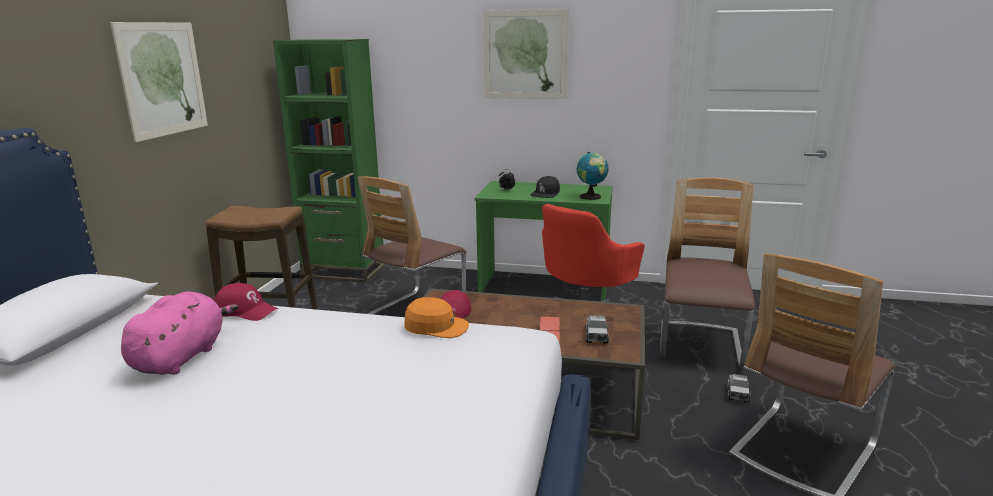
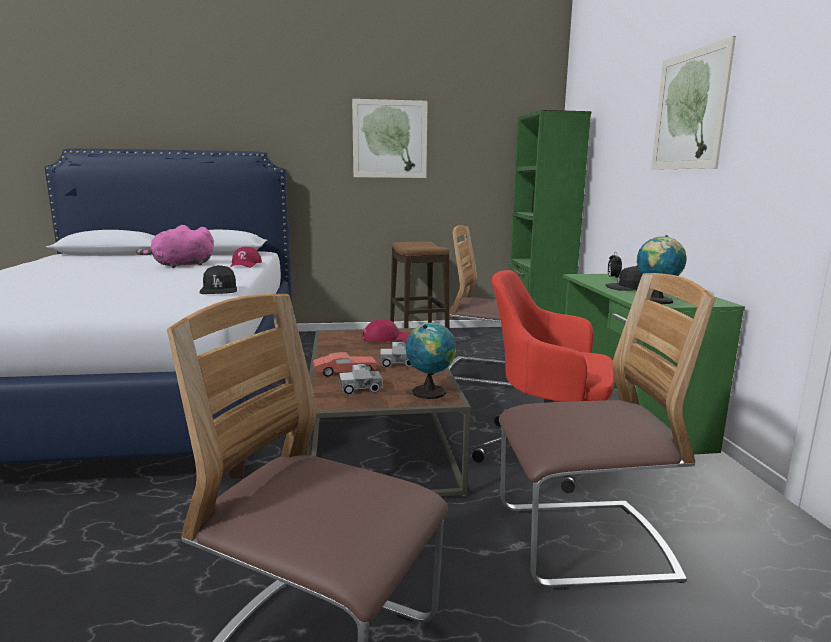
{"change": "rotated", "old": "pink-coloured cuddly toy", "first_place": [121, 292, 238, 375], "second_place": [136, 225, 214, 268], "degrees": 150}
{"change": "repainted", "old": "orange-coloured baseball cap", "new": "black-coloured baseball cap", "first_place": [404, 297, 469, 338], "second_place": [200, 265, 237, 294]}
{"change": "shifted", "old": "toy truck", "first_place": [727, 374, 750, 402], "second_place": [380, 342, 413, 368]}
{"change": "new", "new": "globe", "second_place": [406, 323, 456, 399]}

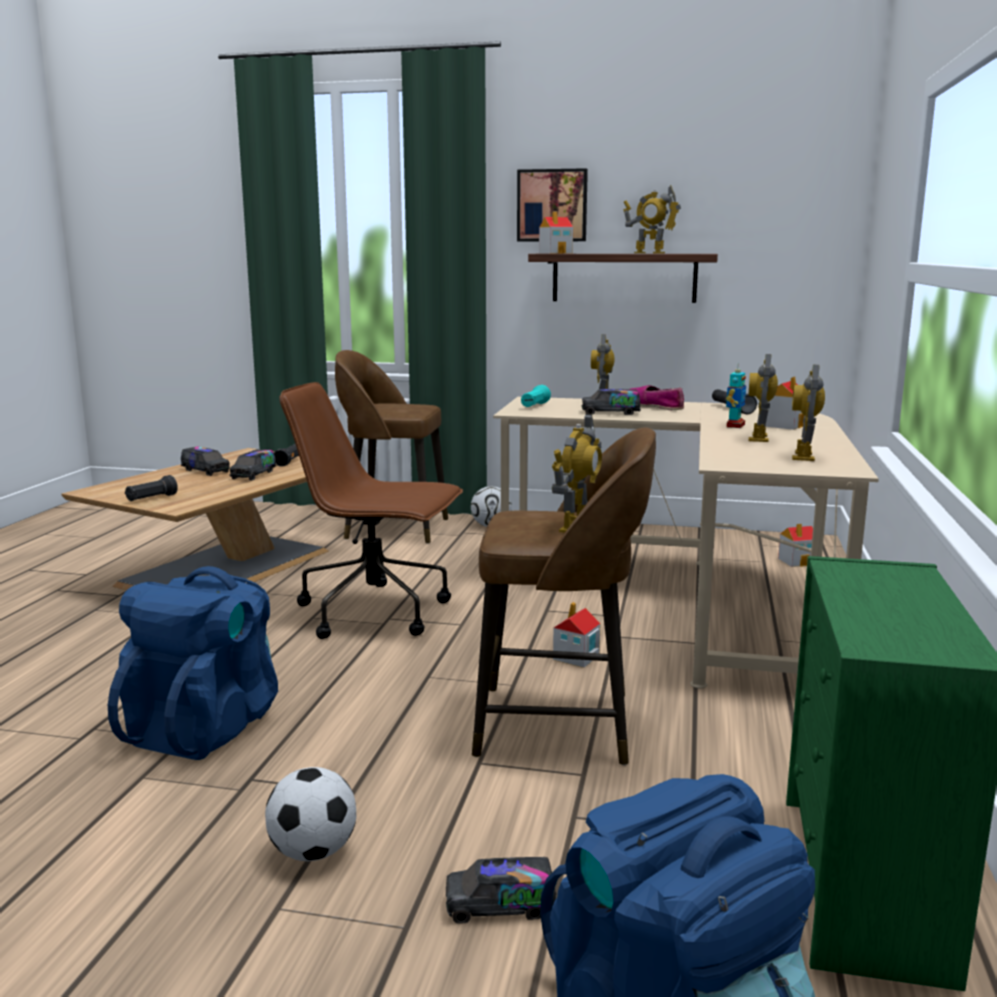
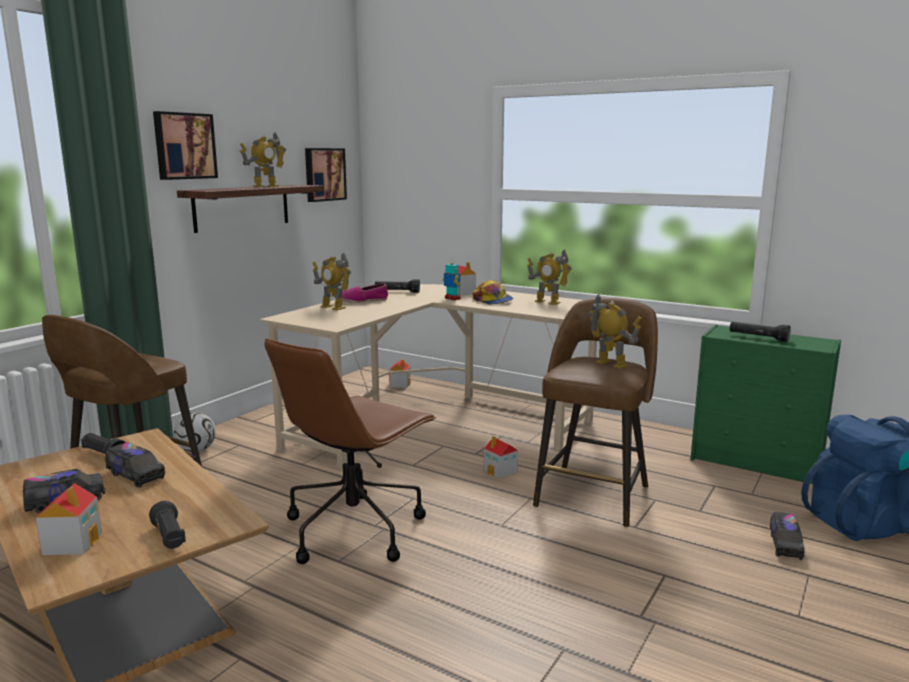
{"change": "shifted", "old": "miniature house", "first_place": [539, 211, 573, 253], "second_place": [35, 483, 102, 555]}
{"change": "swapped", "old": "toy robot", "new": "baseball cap", "first_place": [748, 354, 778, 442], "second_place": [472, 280, 513, 304]}
{"change": "gone", "old": "turquoise flashlight", "first_place": [521, 385, 551, 407]}
{"change": "gone", "old": "toy truck", "first_place": [581, 389, 641, 415]}
{"change": "gone", "old": "blue-coloured knapsack", "first_place": [108, 566, 278, 760]}
{"change": "gone", "old": "football", "first_place": [265, 767, 356, 861]}
{"change": "new", "new": "picture", "second_place": [305, 148, 347, 202]}
{"change": "new", "new": "black-coloured flashlight", "second_place": [730, 322, 791, 342]}

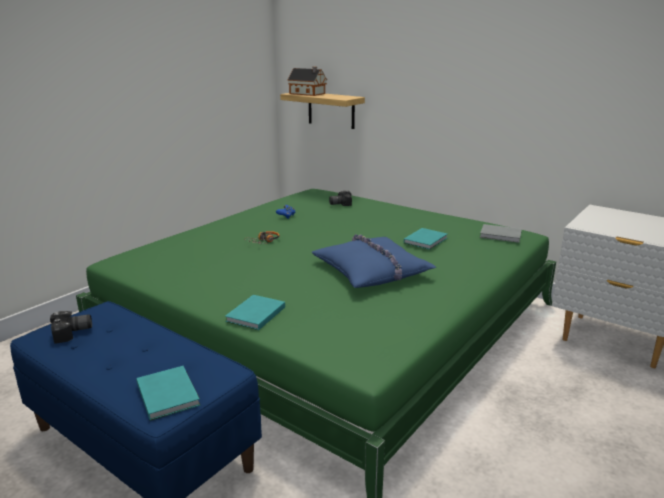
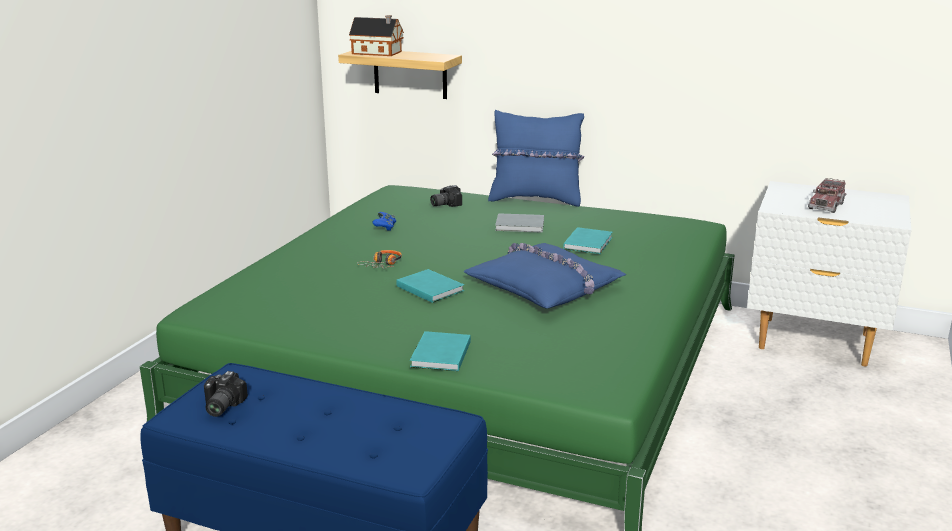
{"change": "shifted", "old": "gray volume", "first_place": [480, 224, 522, 243], "second_place": [495, 213, 544, 233]}
{"change": "rotated", "old": "still camera", "first_place": [50, 311, 92, 344], "second_place": [204, 371, 248, 417], "degrees": 135}
{"change": "shifted", "old": "turquoise volume", "first_place": [136, 366, 200, 421], "second_place": [396, 269, 464, 303]}
{"change": "new", "new": "blue-coloured throw pillow", "second_place": [488, 110, 585, 207]}
{"change": "new", "new": "toy truck", "second_place": [808, 178, 846, 213]}

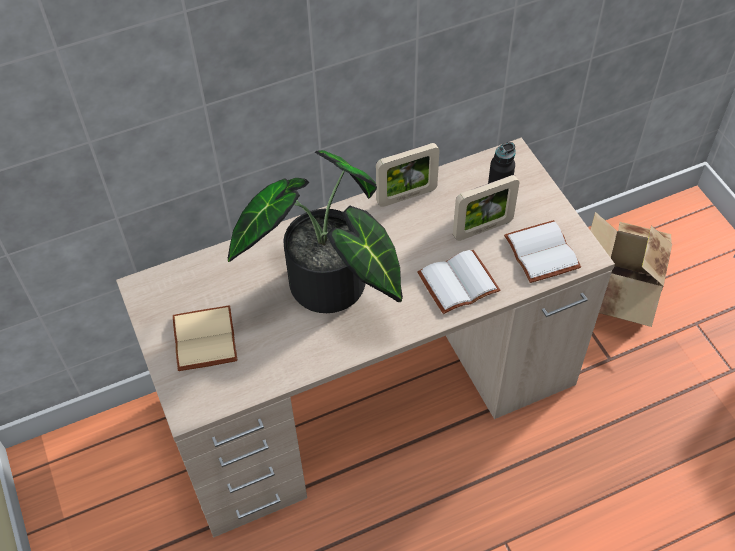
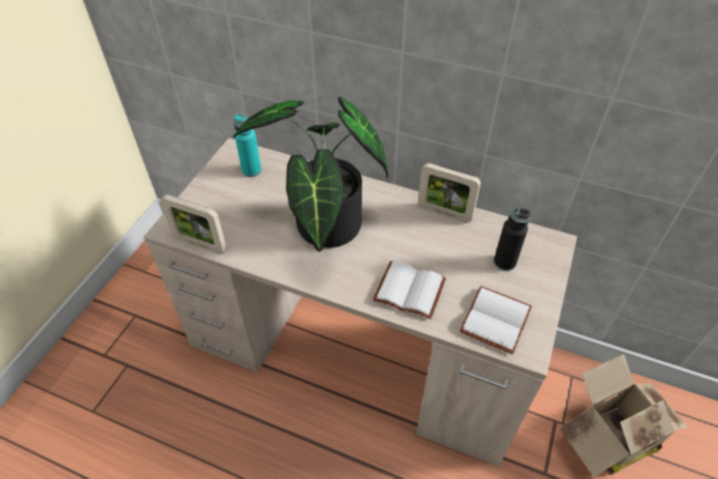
{"change": "shifted", "old": "photo frame", "first_place": [453, 175, 519, 241], "second_place": [160, 195, 227, 254]}
{"change": "gone", "old": "beige-coloured volume", "first_place": [173, 305, 237, 371]}
{"change": "new", "new": "turquoise beverage bottle", "second_place": [234, 114, 262, 177]}

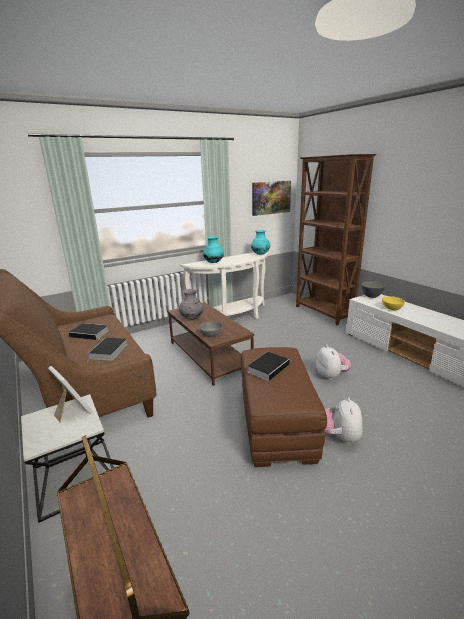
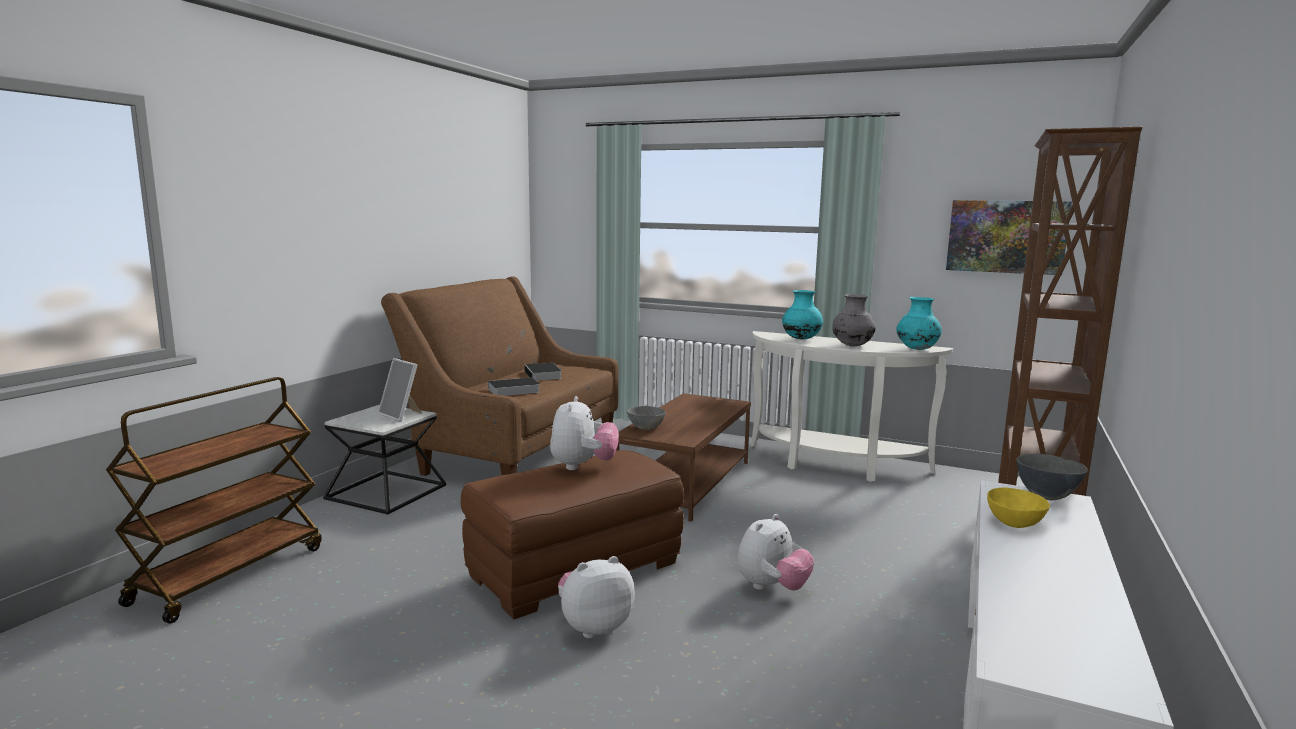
{"change": "shifted", "old": "gray flower vase", "first_place": [179, 289, 204, 320], "second_place": [832, 294, 876, 346]}
{"change": "swapped", "old": "volume", "new": "cuddly toy", "first_place": [247, 352, 291, 381], "second_place": [550, 396, 619, 470]}
{"change": "rotated", "old": "photo frame", "first_place": [48, 366, 93, 423], "second_place": [378, 358, 422, 422], "degrees": 120}

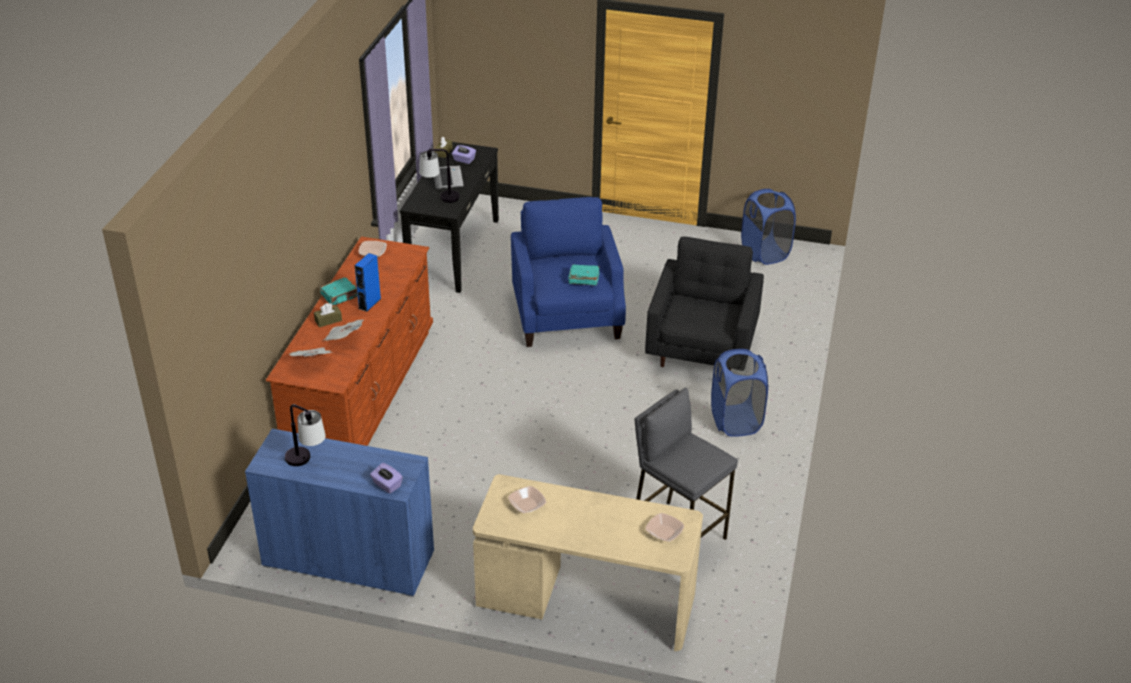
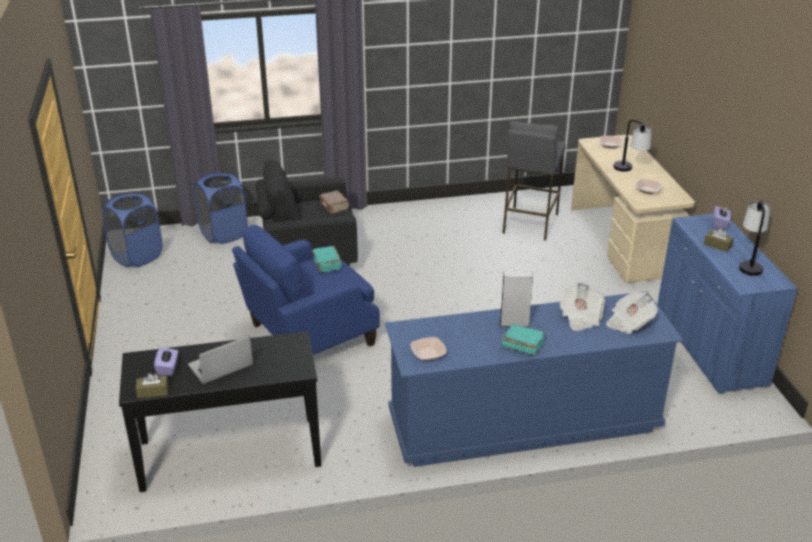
{"change": "shifted", "old": "tabletop lamp", "first_place": [419, 149, 460, 203], "second_place": [613, 120, 652, 172]}
{"change": "repainted", "old": "brown-coloured chest of drawers", "new": "blue-coloured chest of drawers", "first_place": [266, 237, 433, 446], "second_place": [385, 291, 683, 467]}
{"change": "repainted", "old": "blue-coloured speaker", "new": "gray speaker", "first_place": [355, 253, 381, 312], "second_place": [500, 271, 533, 327]}
{"change": "shifted", "old": "brown-coloured box of tissues", "first_place": [314, 303, 342, 327], "second_place": [704, 228, 734, 252]}
{"change": "shifted", "old": "blue-coloured washing basket", "first_place": [711, 349, 768, 437], "second_place": [194, 172, 248, 244]}
{"change": "new", "new": "brown-coloured volume", "second_place": [319, 191, 349, 214]}

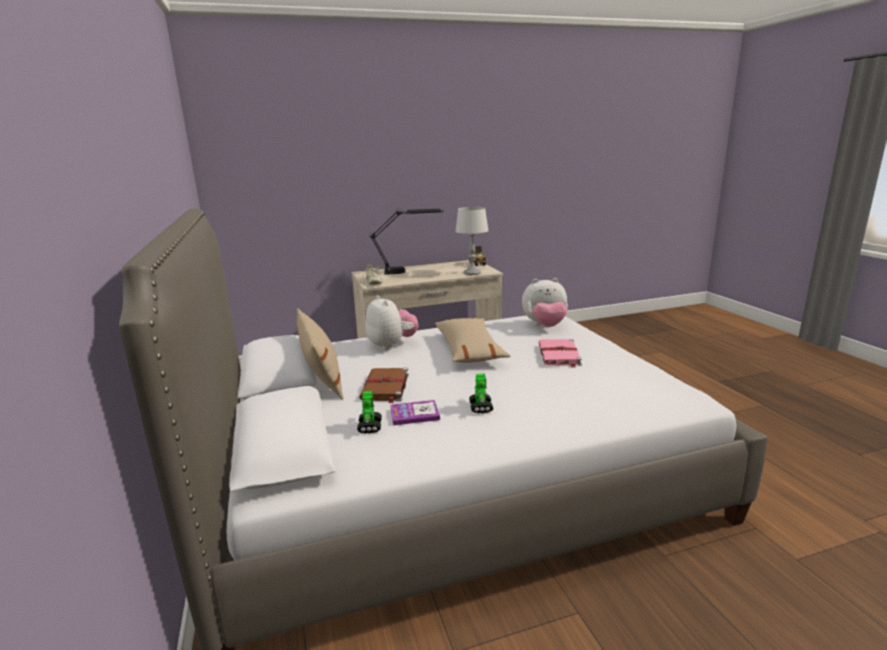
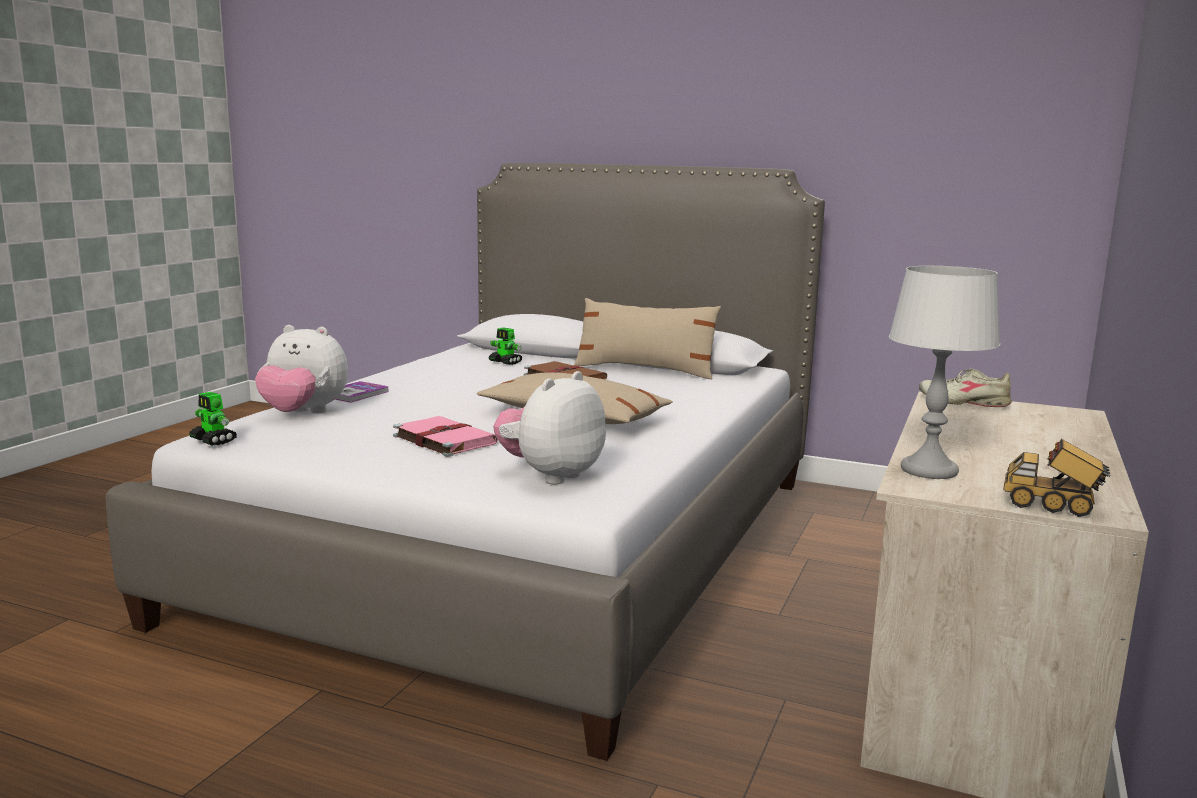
{"change": "gone", "old": "black-coloured tabletop lamp", "first_place": [369, 209, 444, 275]}
{"change": "shifted", "old": "cuddly toy", "first_place": [366, 295, 418, 350], "second_place": [255, 325, 348, 413]}
{"change": "shifted", "old": "toy robot", "first_place": [469, 374, 493, 413], "second_place": [189, 392, 237, 446]}
{"change": "shifted", "old": "volume", "first_place": [390, 400, 440, 425], "second_place": [335, 381, 389, 403]}

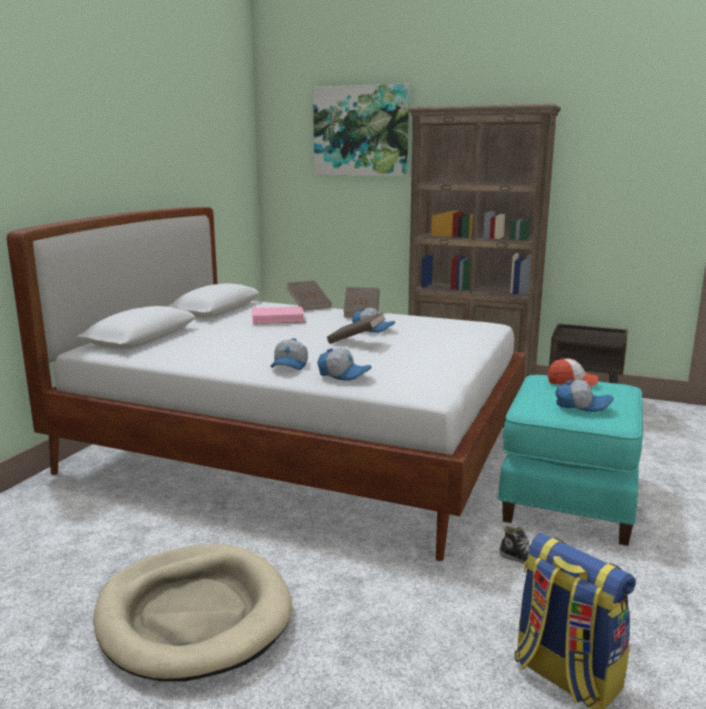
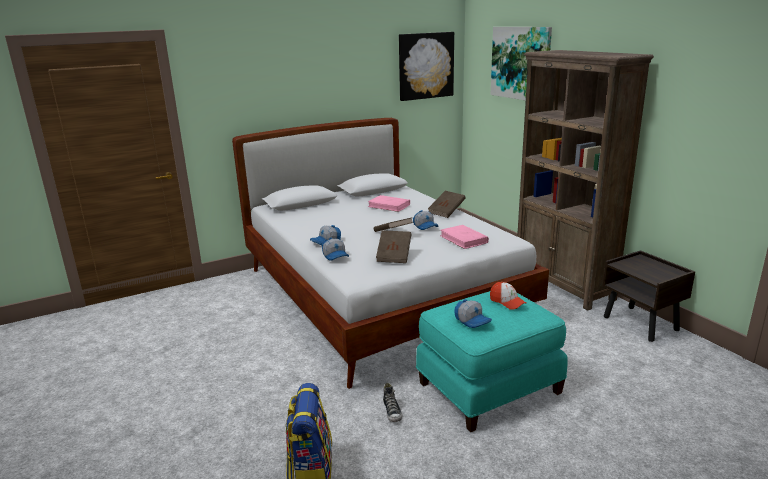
{"change": "shifted", "old": "brown-coloured volume", "first_place": [286, 280, 332, 311], "second_place": [376, 230, 412, 263]}
{"change": "gone", "old": "beige-coloured dog bed", "first_place": [93, 544, 292, 682]}
{"change": "new", "new": "picture", "second_place": [399, 32, 454, 101]}
{"change": "new", "new": "pink-coloured volume", "second_place": [440, 225, 489, 249]}

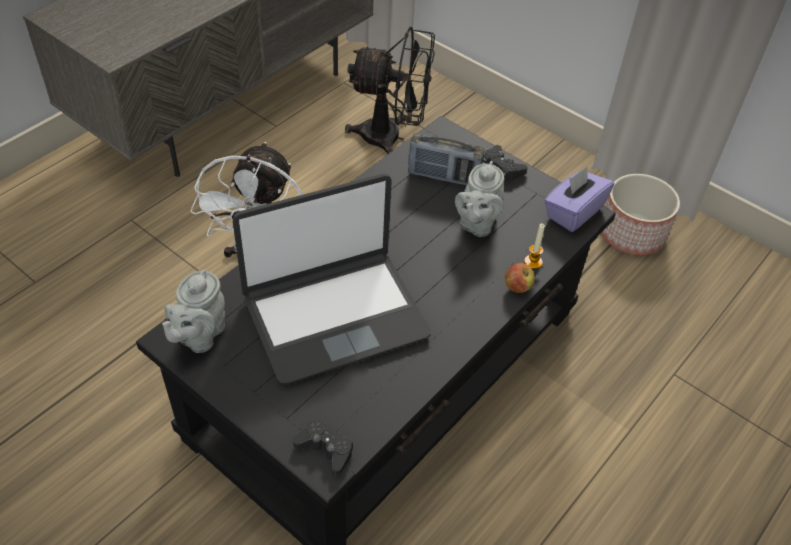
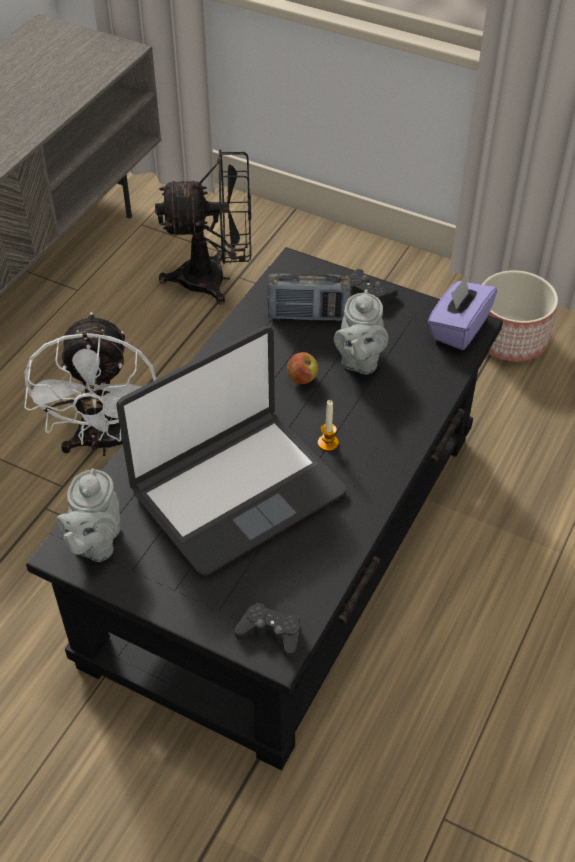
{"change": "shifted", "old": "wax candle", "first_place": [524, 224, 545, 269], "second_place": [318, 400, 339, 451]}
{"change": "shifted", "old": "whole apple", "first_place": [505, 263, 535, 293], "second_place": [287, 352, 318, 384]}

